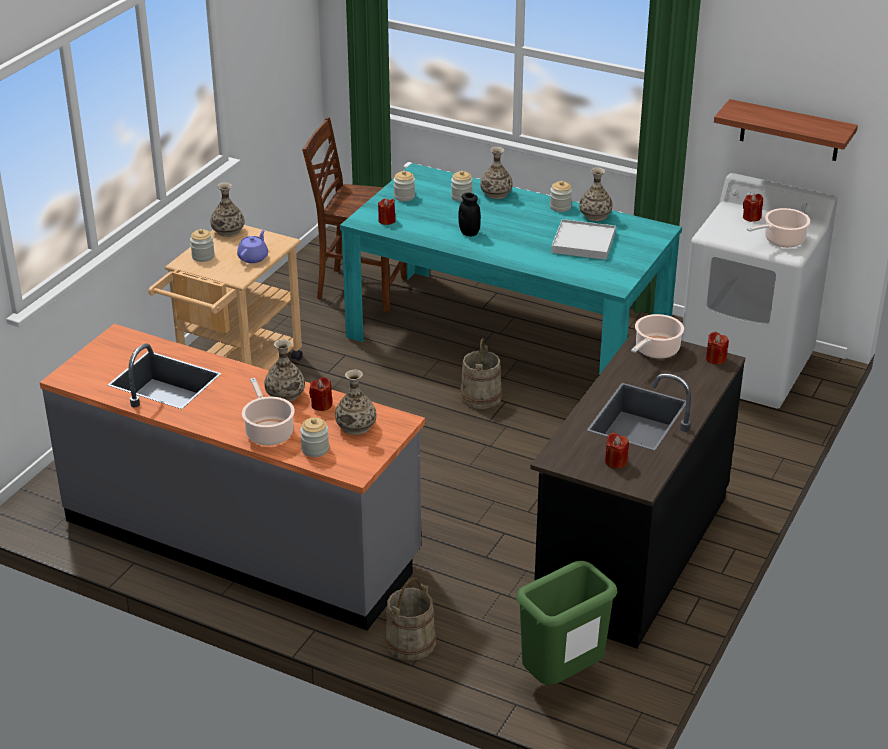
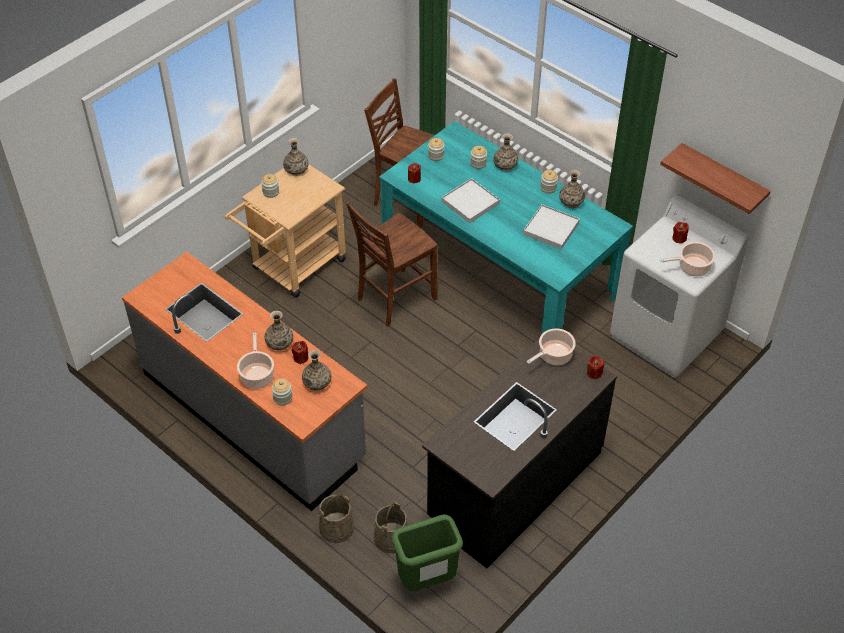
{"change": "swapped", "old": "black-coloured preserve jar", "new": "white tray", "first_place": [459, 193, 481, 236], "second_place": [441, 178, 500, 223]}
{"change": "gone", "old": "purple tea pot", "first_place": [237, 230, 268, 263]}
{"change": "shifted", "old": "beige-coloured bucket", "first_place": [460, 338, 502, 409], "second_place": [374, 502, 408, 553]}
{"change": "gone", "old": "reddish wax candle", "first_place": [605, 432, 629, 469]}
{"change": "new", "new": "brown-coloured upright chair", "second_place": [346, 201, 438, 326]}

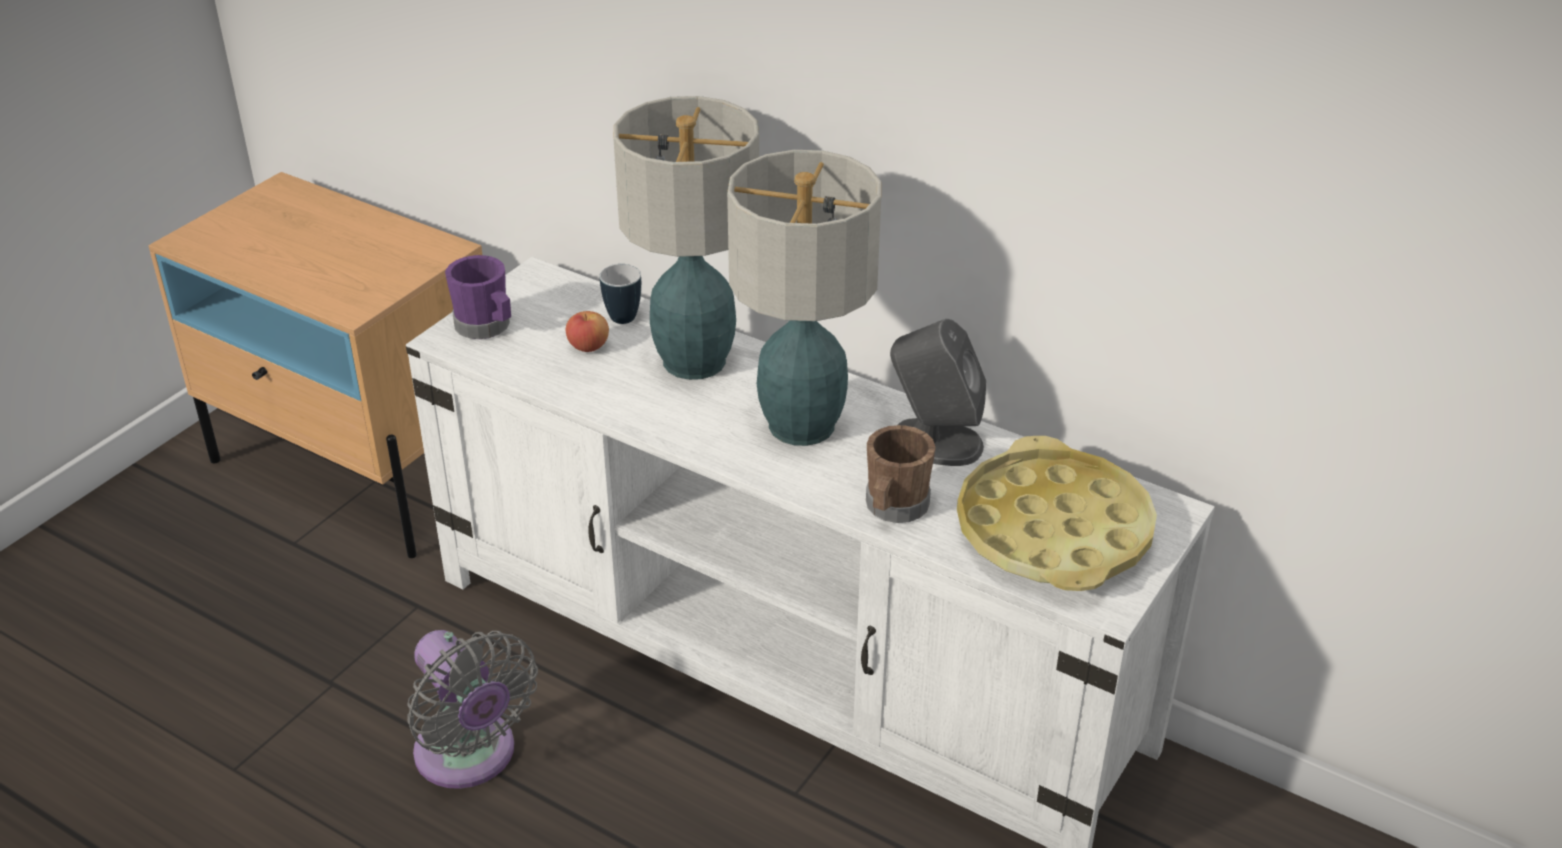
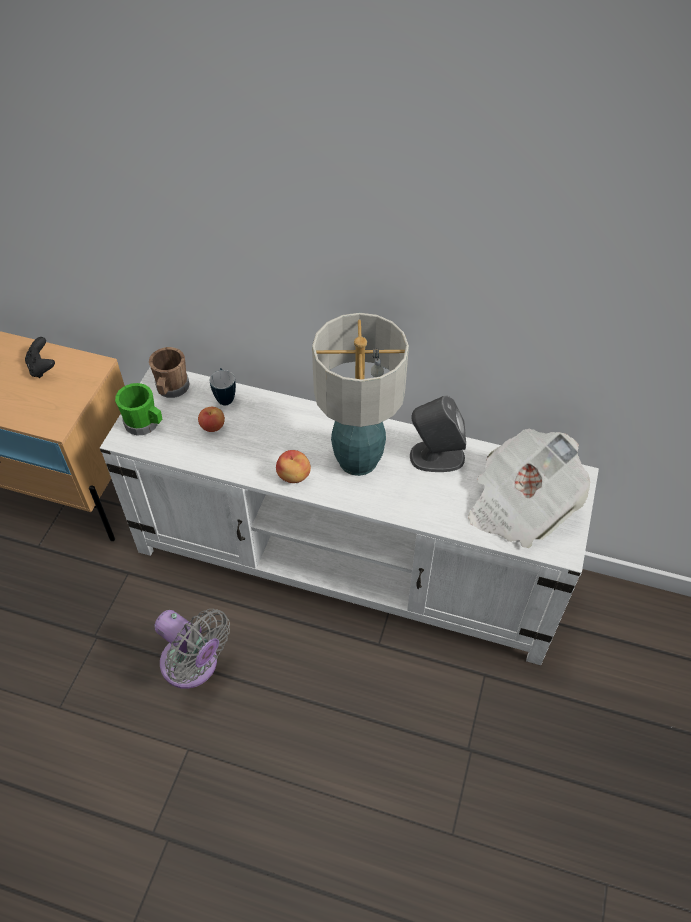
{"change": "gone", "old": "tabletop lamp", "first_place": [613, 96, 759, 380]}
{"change": "repainted", "old": "purple coffee mug", "new": "green-coloured coffee mug", "first_place": [445, 255, 511, 339], "second_place": [115, 383, 163, 436]}
{"change": "shifted", "old": "brown-coloured coffee mug", "first_place": [866, 425, 936, 523], "second_place": [149, 347, 190, 398]}
{"change": "swapped", "old": "yellow-coloured tray", "new": "daily paper", "first_place": [957, 436, 1157, 591], "second_place": [468, 428, 590, 548]}
{"change": "new", "new": "black-coloured gamepad", "second_place": [25, 337, 55, 378]}
{"change": "new", "new": "whole apple", "second_place": [276, 450, 311, 483]}

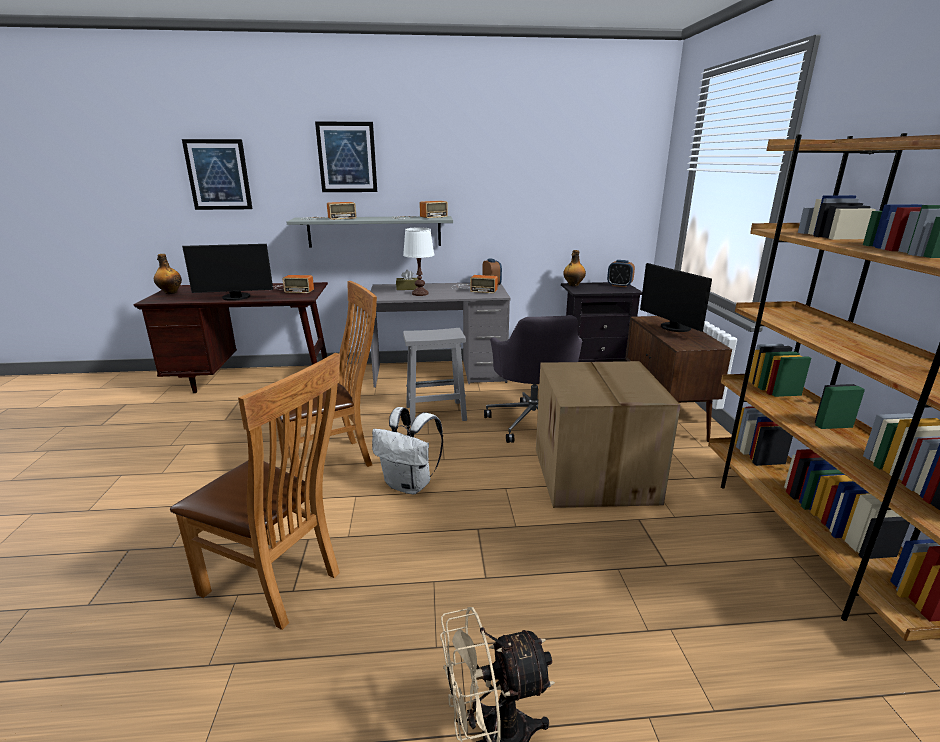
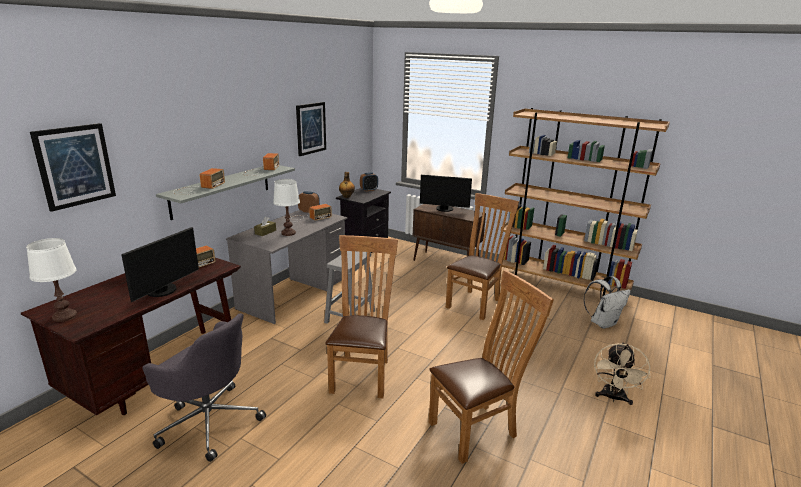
{"change": "shifted", "old": "picture", "first_place": [315, 122, 377, 192], "second_place": [296, 102, 326, 156]}
{"change": "swapped", "old": "beverage bottle", "new": "white tabletop lamp", "first_place": [154, 254, 182, 294], "second_place": [26, 238, 77, 322]}
{"change": "shifted", "old": "gray computer chair", "first_place": [484, 315, 582, 443], "second_place": [142, 314, 266, 462]}
{"change": "swapped", "old": "cardboard box", "new": "brown-coloured upright chair", "first_place": [536, 361, 681, 508], "second_place": [446, 193, 519, 320]}
{"change": "shifted", "old": "white knapsack", "first_place": [372, 407, 443, 495], "second_place": [584, 276, 631, 329]}

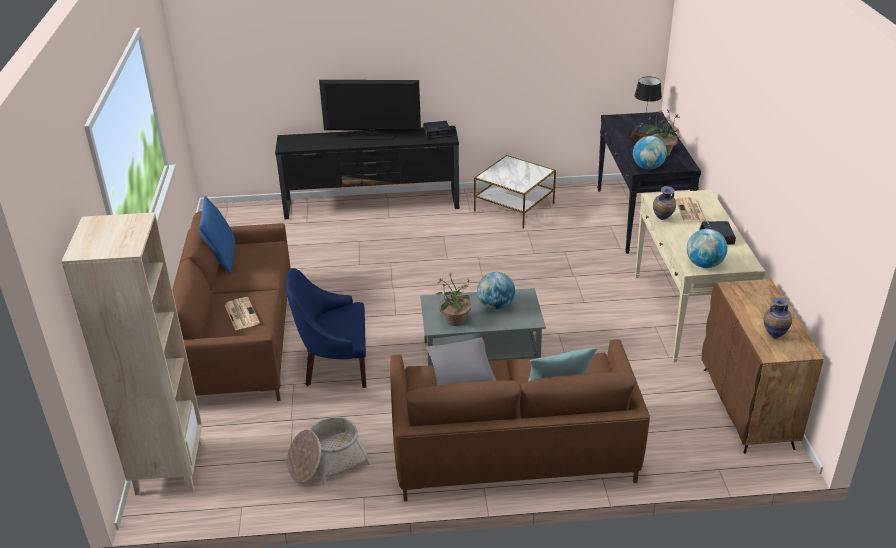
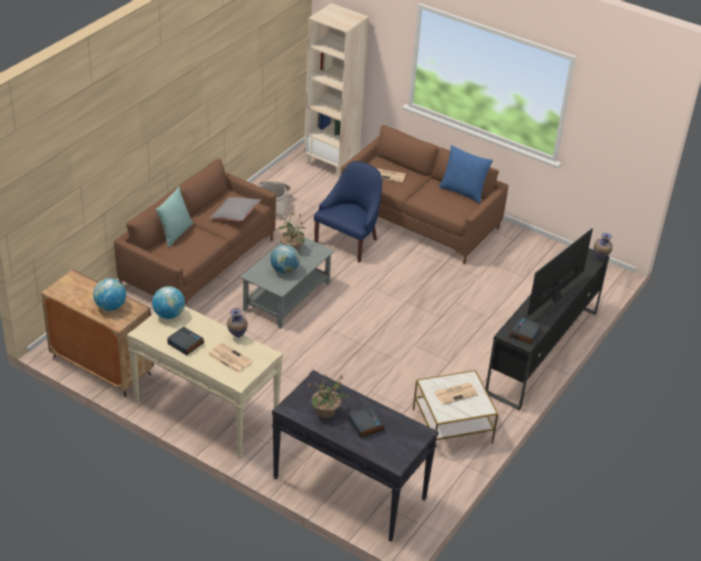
{"change": "gone", "old": "black-coloured tabletop lamp", "first_place": [635, 77, 662, 113]}
{"change": "shifted", "old": "globe", "first_place": [633, 136, 667, 169], "second_place": [93, 278, 126, 311]}
{"change": "shifted", "old": "flower vase", "first_place": [764, 297, 792, 339], "second_place": [594, 232, 613, 259]}
{"change": "new", "new": "daily paper", "second_place": [434, 383, 478, 405]}

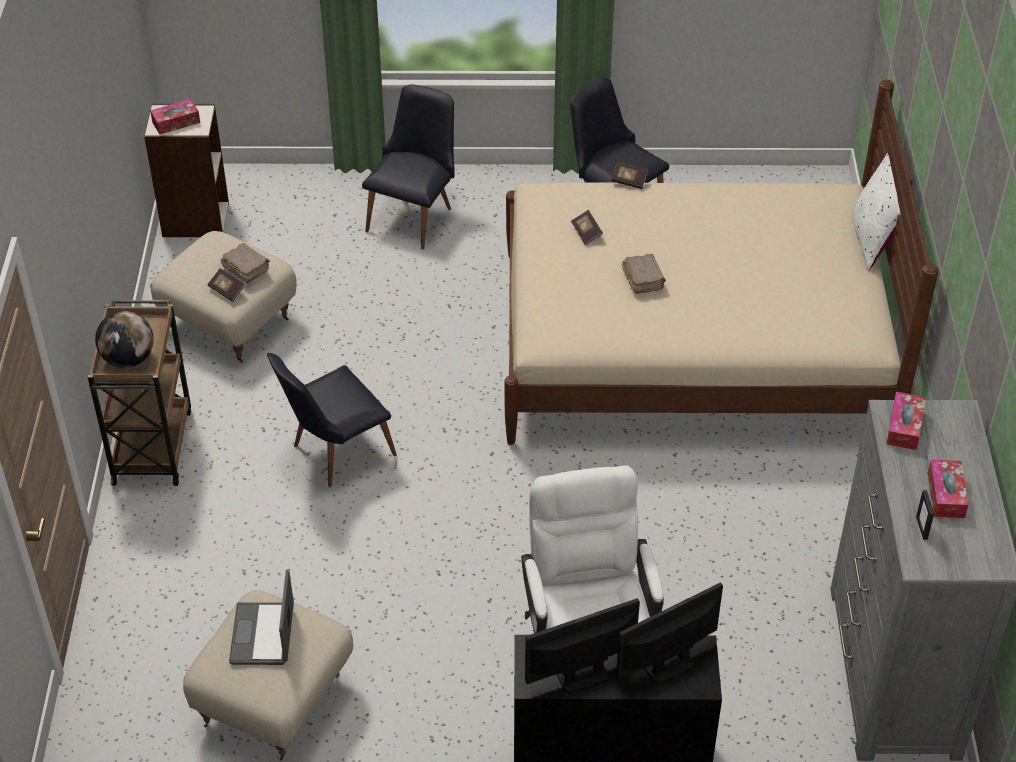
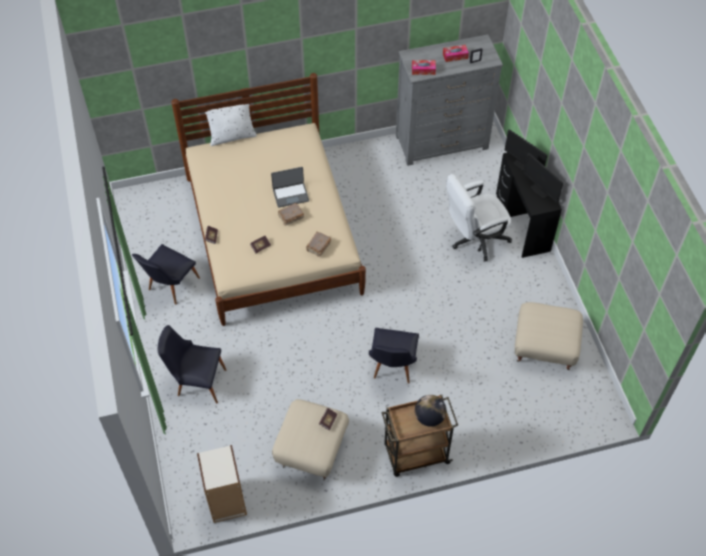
{"change": "gone", "old": "box of tissues", "first_place": [150, 99, 200, 135]}
{"change": "shifted", "old": "brown-coloured volume", "first_place": [221, 243, 270, 283], "second_place": [306, 231, 331, 257]}
{"change": "rotated", "old": "black-coloured upright chair", "first_place": [267, 353, 397, 487], "second_place": [369, 328, 419, 383], "degrees": 60}
{"change": "shifted", "old": "laptop", "first_place": [229, 569, 294, 665], "second_place": [271, 167, 309, 208]}

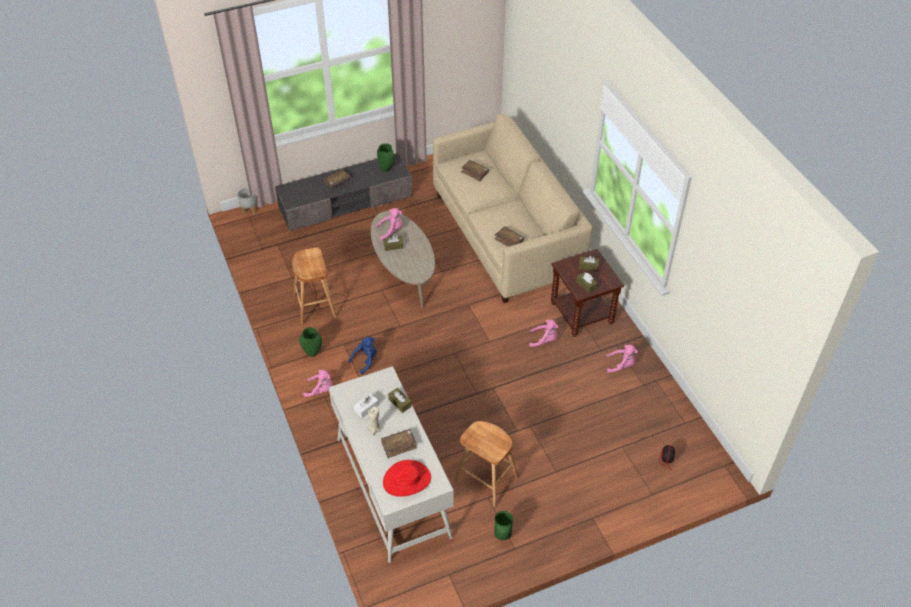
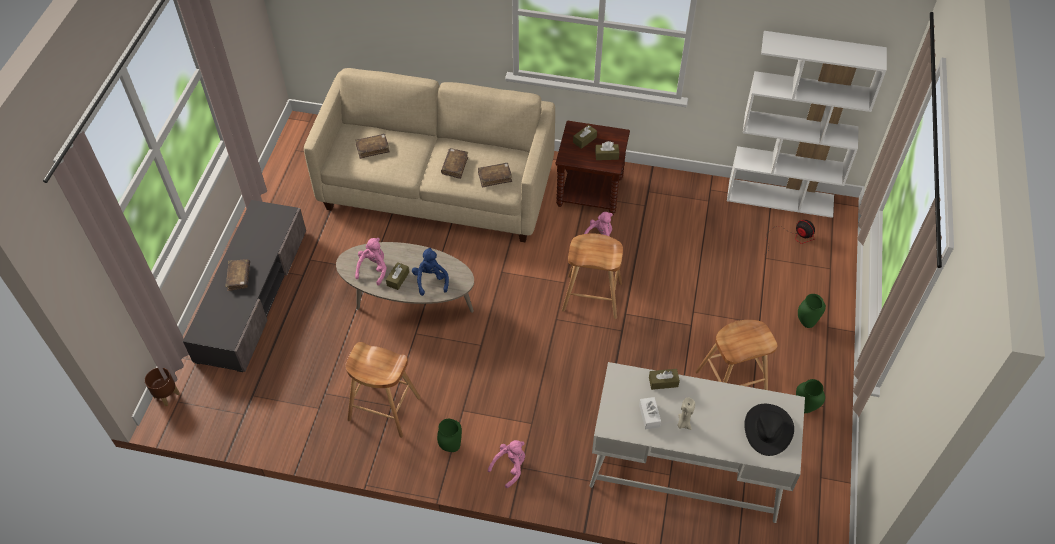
{"change": "shifted", "old": "green-coloured flower vase", "first_place": [377, 143, 394, 171], "second_place": [798, 294, 826, 328]}
{"change": "repainted", "old": "gray plant pot", "new": "brown-coloured plant pot", "first_place": [238, 188, 257, 215], "second_place": [145, 368, 179, 406]}
{"change": "shifted", "old": "blue-coloured cuddly toy", "first_place": [348, 337, 376, 374], "second_place": [412, 248, 449, 296]}
{"change": "gone", "old": "pink-coloured cuddly toy", "first_place": [606, 345, 638, 373]}
{"change": "shifted", "old": "brown-coloured volume", "first_place": [381, 429, 417, 458], "second_place": [441, 148, 468, 179]}
{"change": "repainted", "old": "reddish clothing hat", "new": "black-coloured clothing hat", "first_place": [383, 460, 431, 497], "second_place": [744, 404, 794, 456]}
{"change": "new", "new": "white bookshelf", "second_place": [727, 31, 887, 218]}
{"change": "new", "new": "brown-coloured sitting stool", "second_place": [562, 233, 623, 319]}

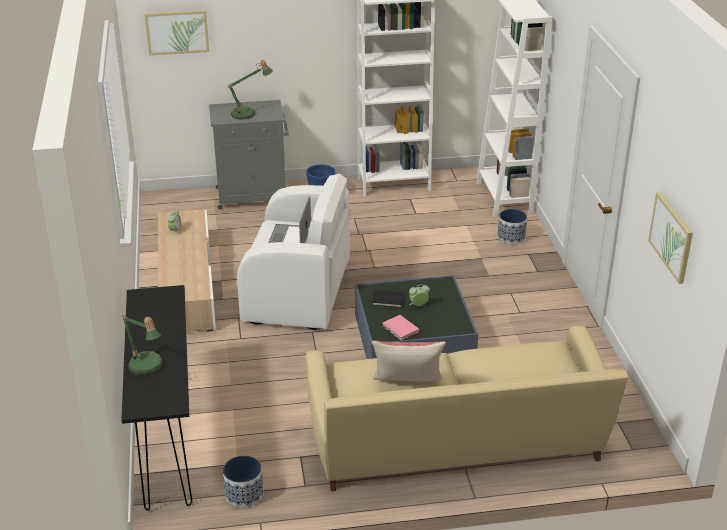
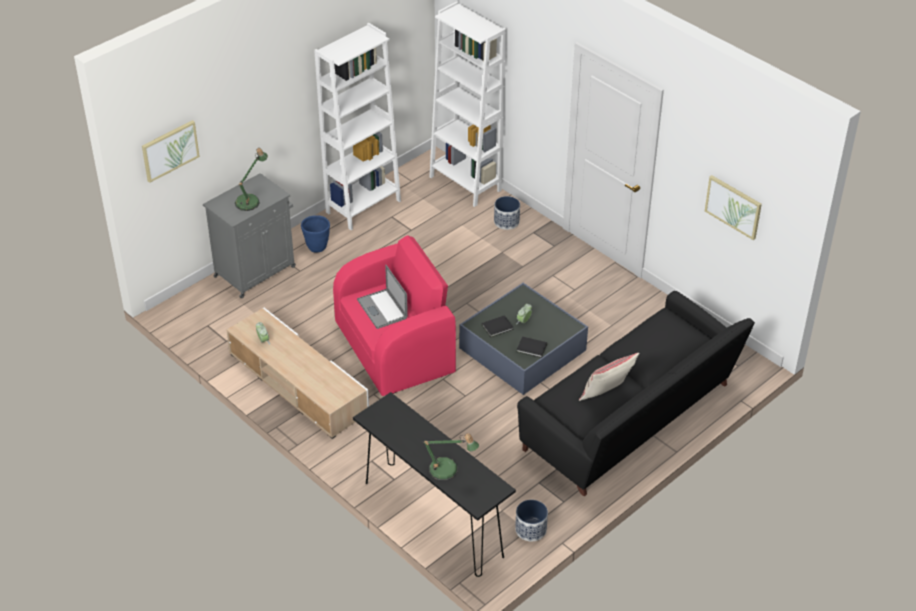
{"change": "repainted", "old": "white armchair", "new": "pink-coloured armchair", "first_place": [237, 174, 350, 330], "second_place": [333, 235, 456, 396]}
{"change": "repainted", "old": "pink-coloured volume", "new": "black-coloured volume", "first_place": [382, 315, 419, 340], "second_place": [517, 337, 547, 358]}
{"change": "repainted", "old": "beige-coloured sofa", "new": "black-coloured sofa", "first_place": [306, 325, 629, 491], "second_place": [517, 291, 755, 497]}

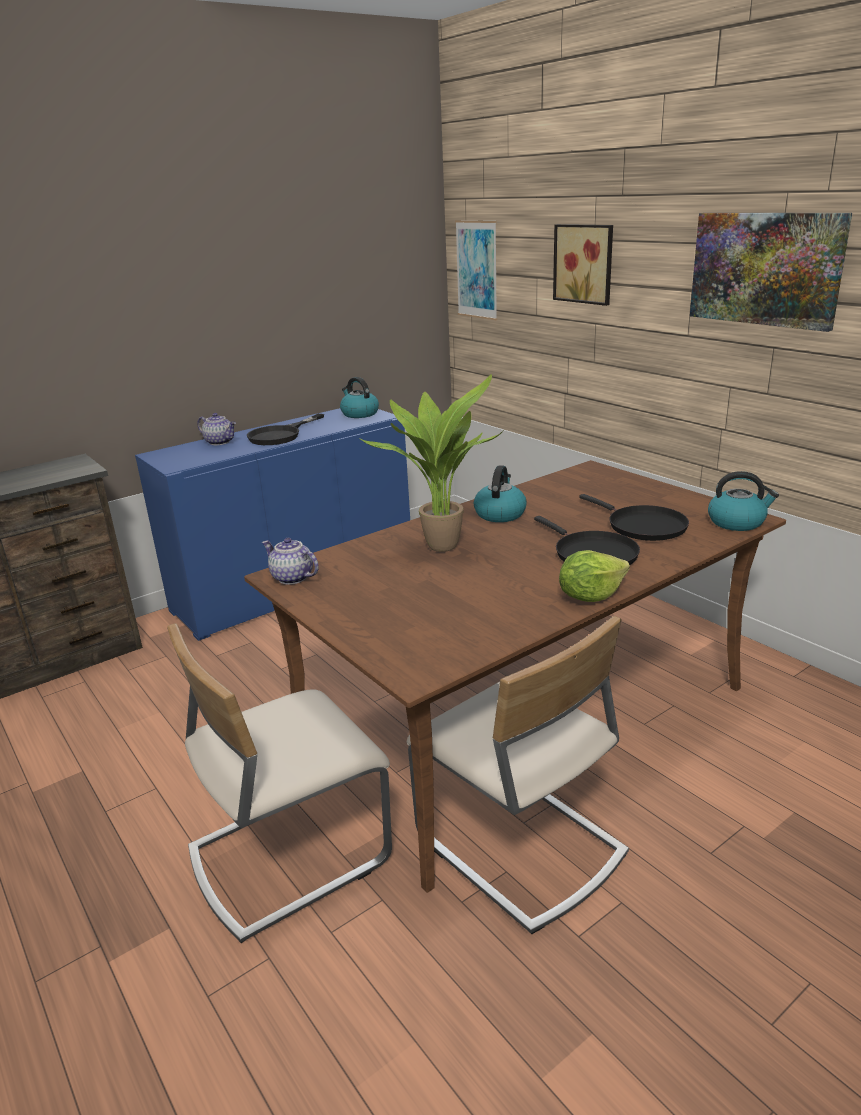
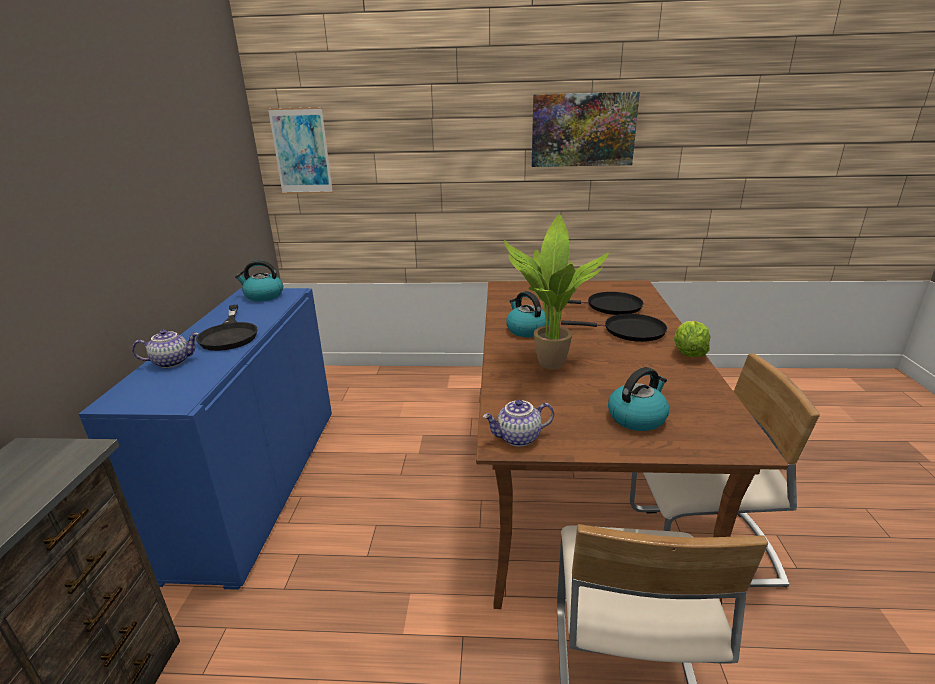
{"change": "gone", "old": "picture", "first_place": [553, 224, 613, 306]}
{"change": "shifted", "old": "tea kettle", "first_place": [708, 471, 779, 531], "second_place": [608, 367, 669, 431]}

